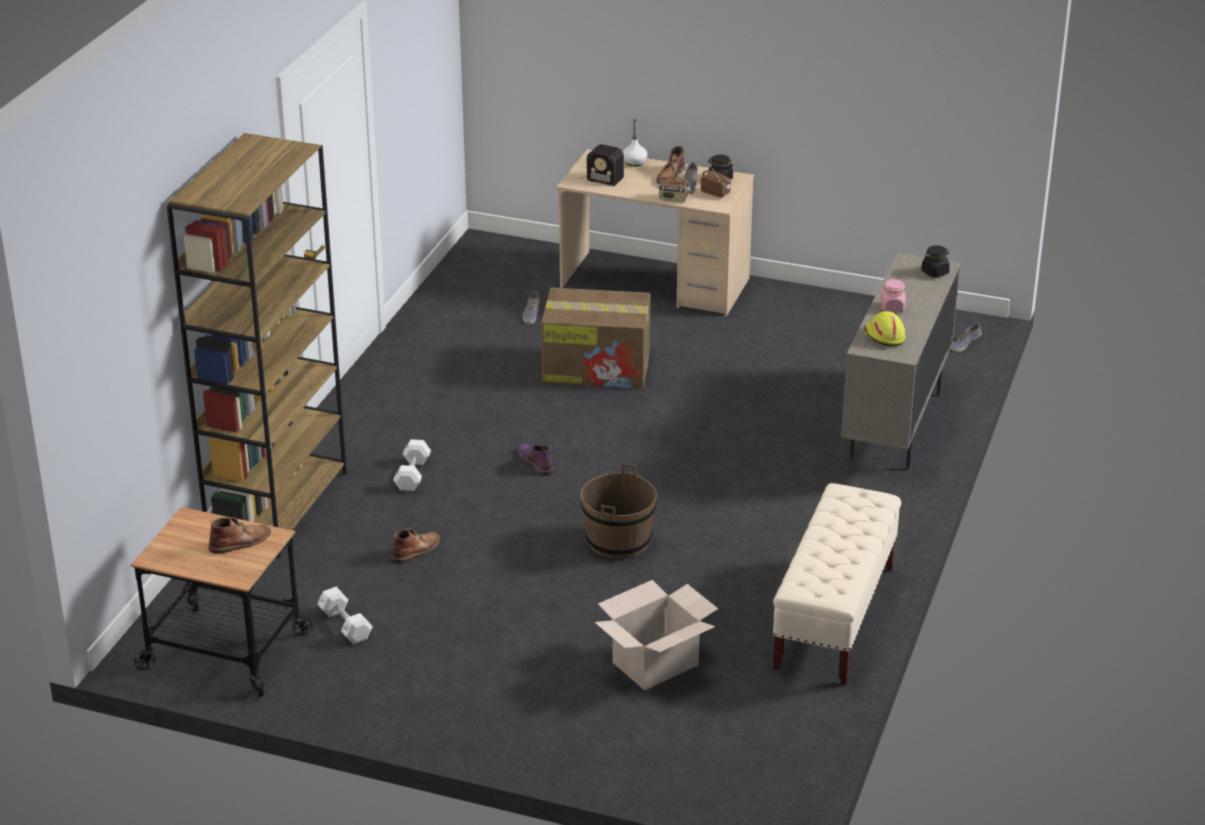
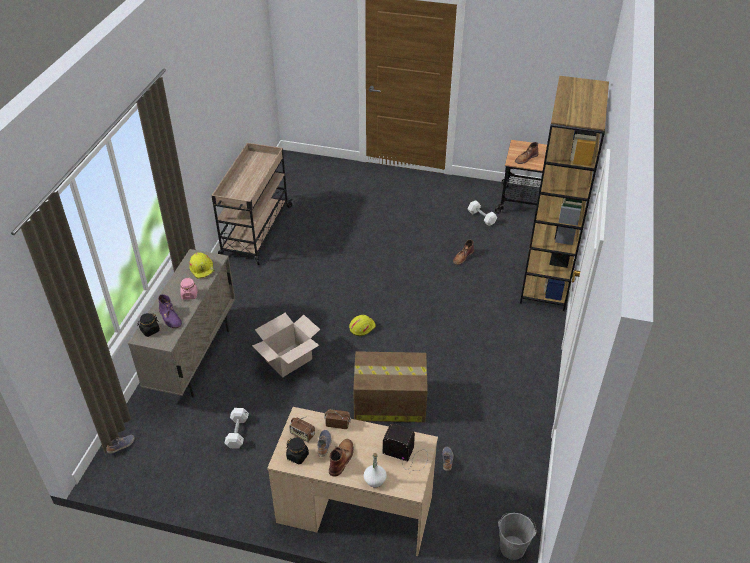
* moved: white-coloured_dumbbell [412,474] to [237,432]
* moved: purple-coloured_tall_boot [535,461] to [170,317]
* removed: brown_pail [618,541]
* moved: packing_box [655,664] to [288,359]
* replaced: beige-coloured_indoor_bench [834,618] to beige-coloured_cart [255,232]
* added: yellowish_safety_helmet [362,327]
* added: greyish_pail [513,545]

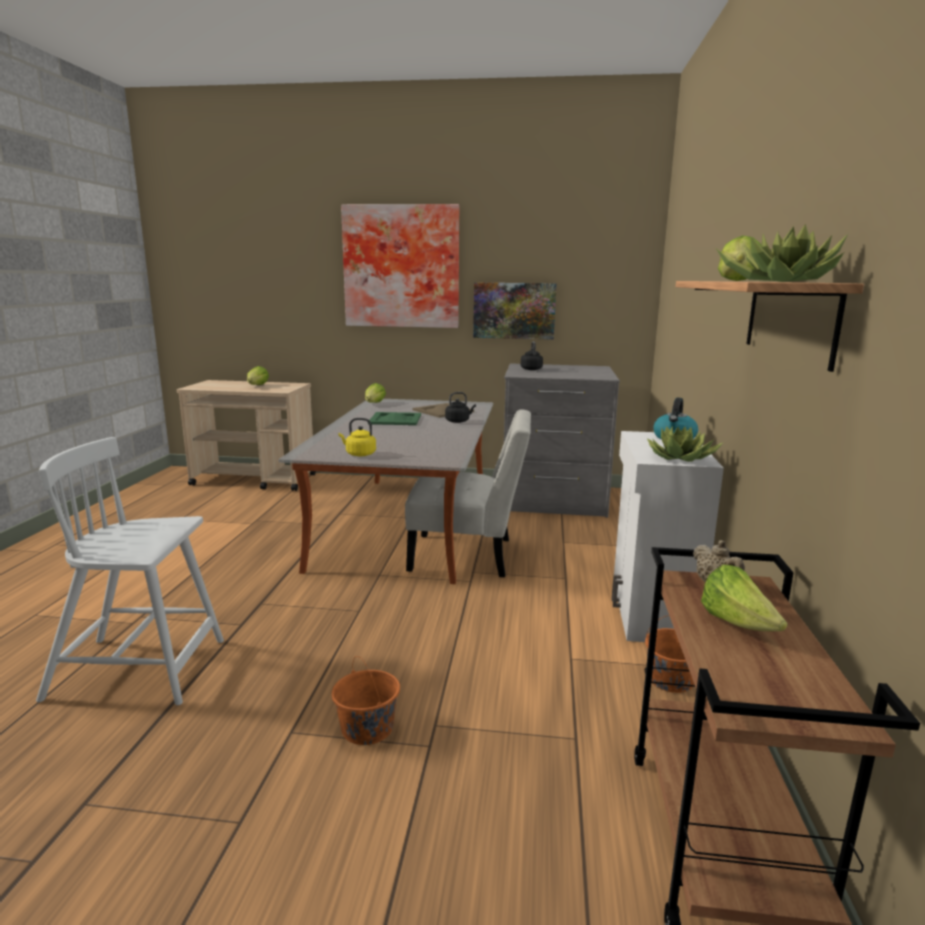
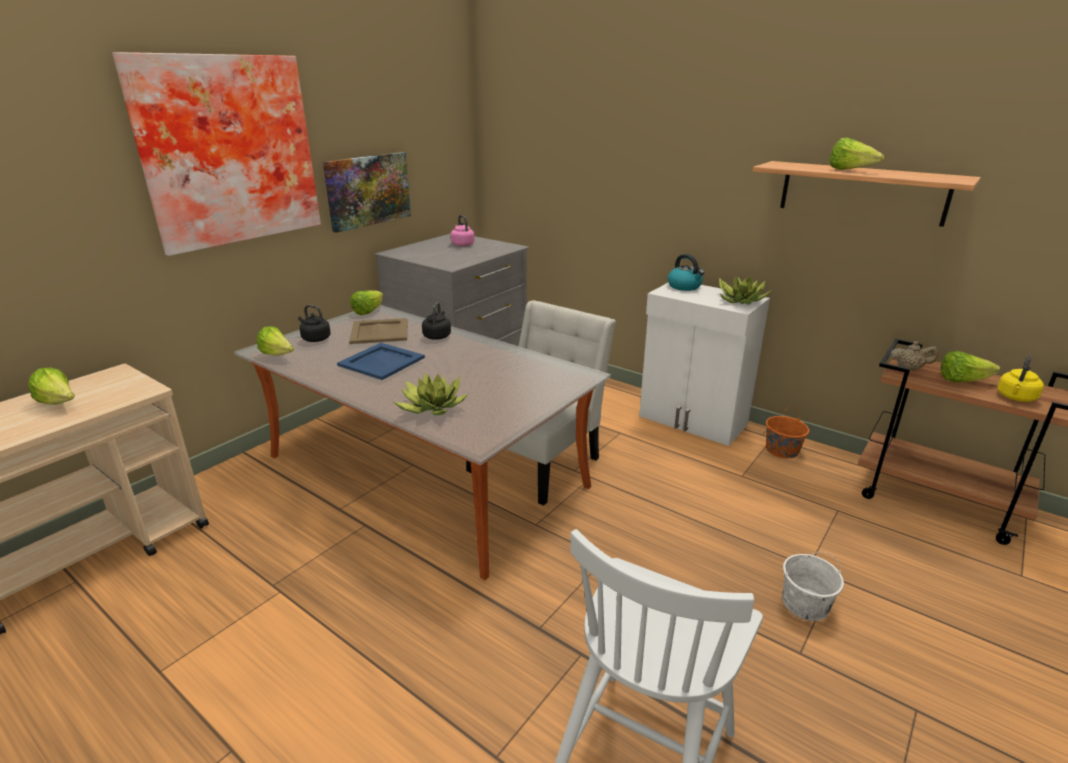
* recoloured: orange-coloured_pail [367,728] to white-coloured_pail [805,604]
* moved: yellowish_tea_kettle [359,454] to [1015,398]
* recoloured: greenish_carrying_tray [395,419] to bluish_carrying_tray [382,361]
* moved: blackish_tea_kettle [531,369] to [315,339]
* moved: potted_plant [780,281] to [431,407]
* added: lettuce [368,311]
* added: pink_tea_kettle [462,244]

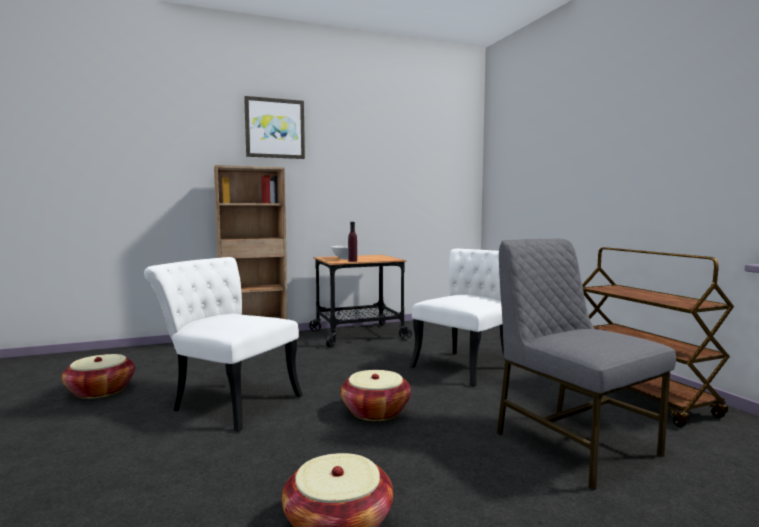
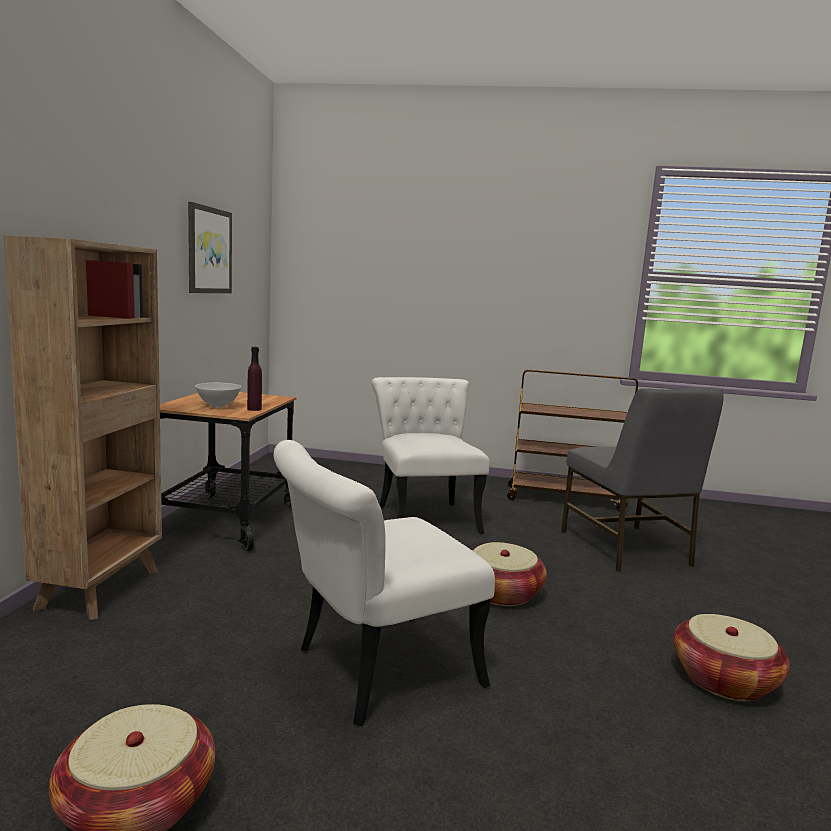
* moved: wall_picture [275,128] to [208,250]
* turned: greyish_upright_chair [572,443] = [627,548] 105 degrees counterclockwise

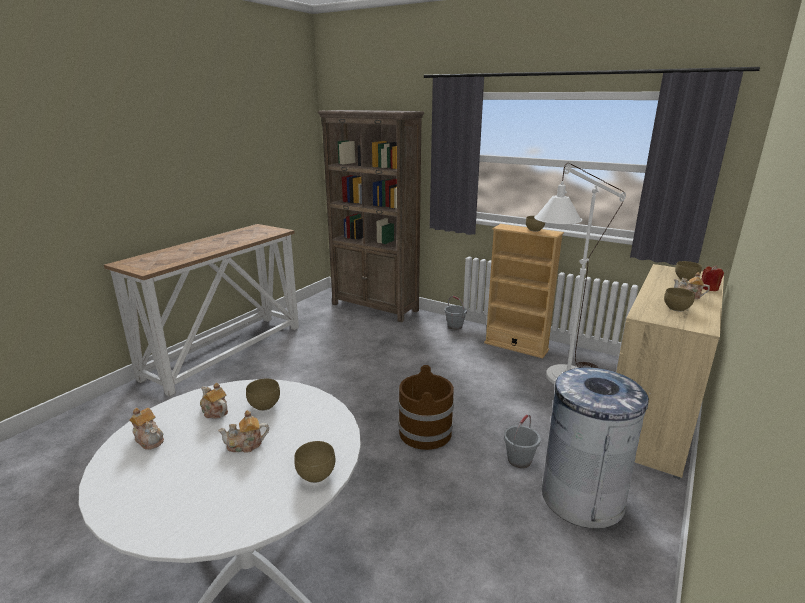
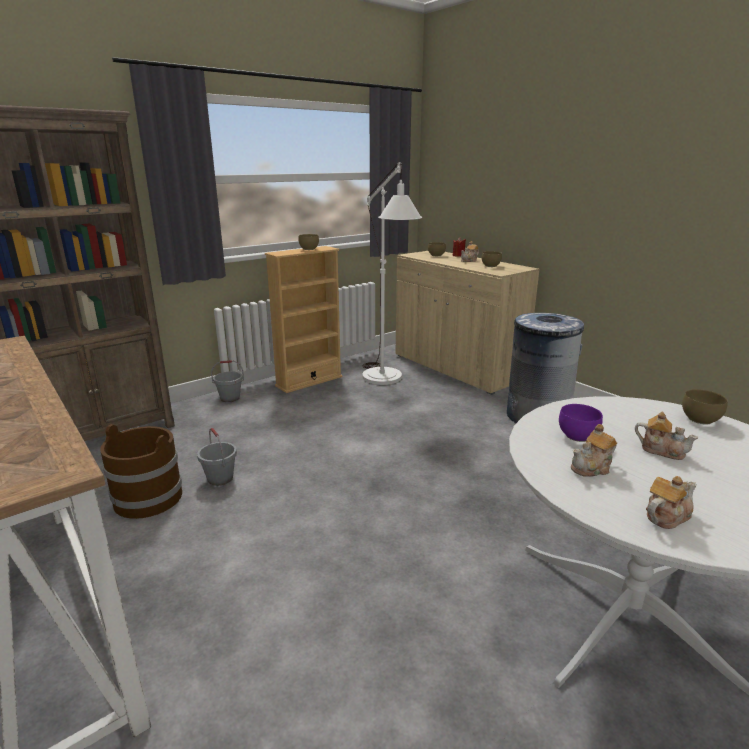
* turned: pot_for_tea [245,445] = [661,450] 60 degrees counterclockwise
* recoloured: brown_deep_dish [264,406] to purple-coloured_deep_dish [579,437]
* moved: brown_pail [425,432] to [147,498]
* moved: greyish_pail [519,460] to [220,478]

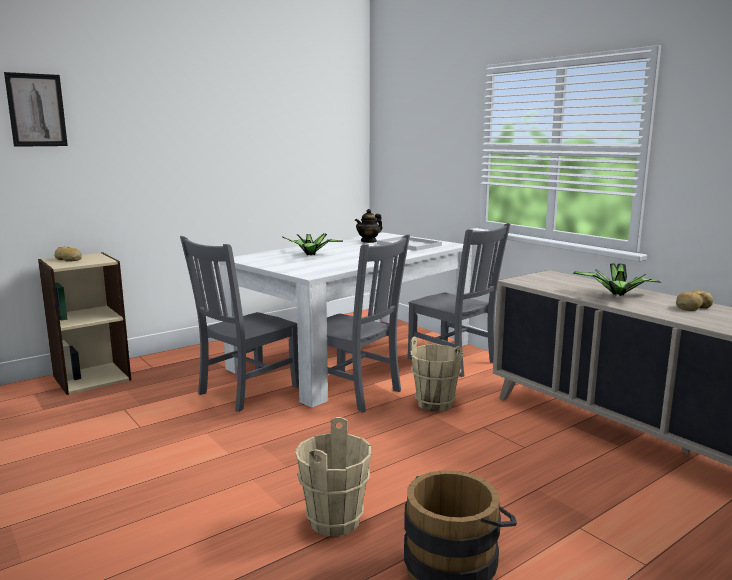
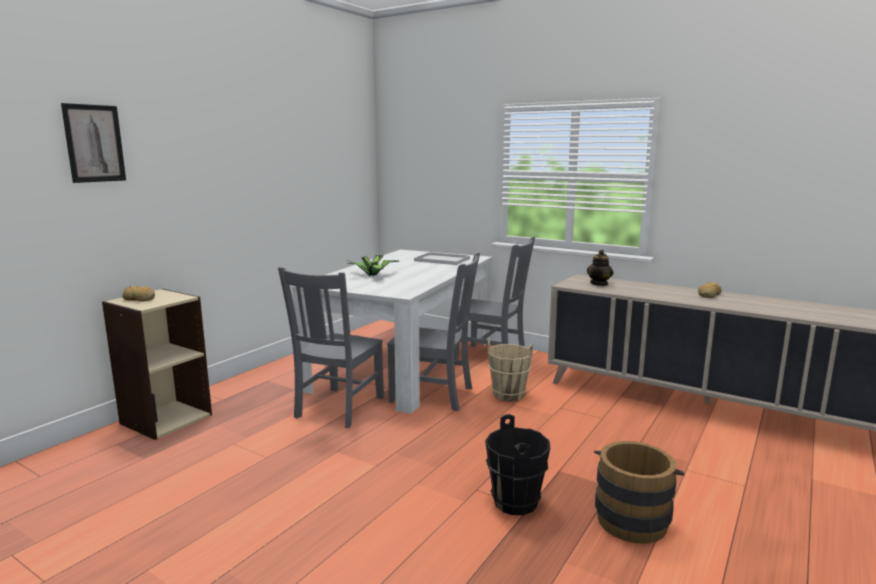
* recoloured: beige-coloured_pail [335,520] to blackish_pail [516,502]
* moved: pot_for_tea [369,241] to [599,284]
* removed: potted_plant [617,295]

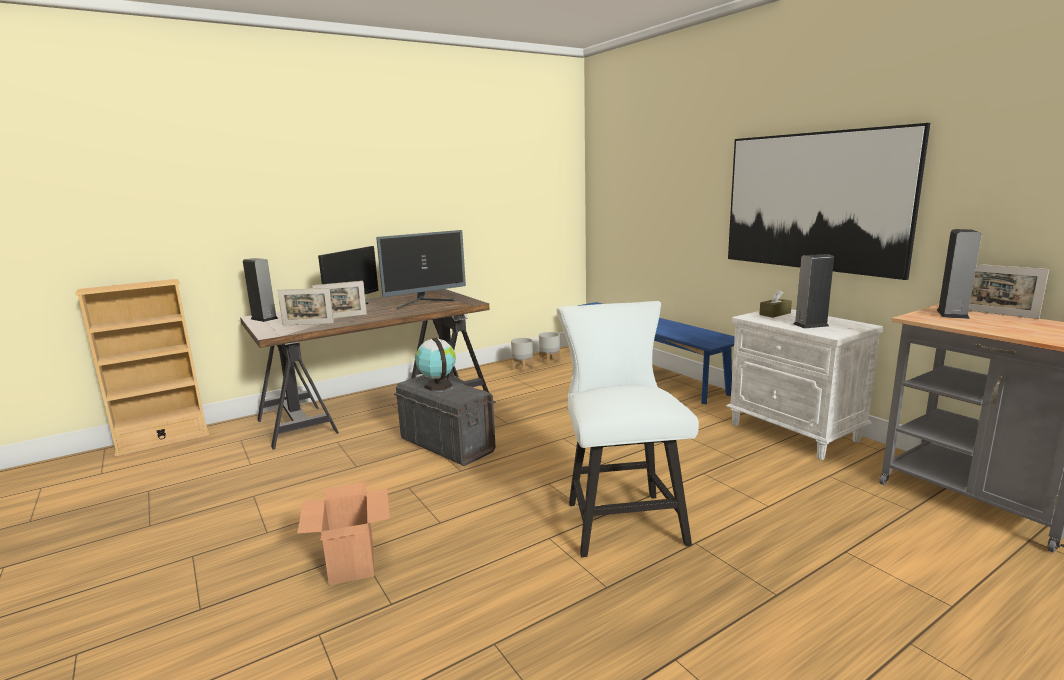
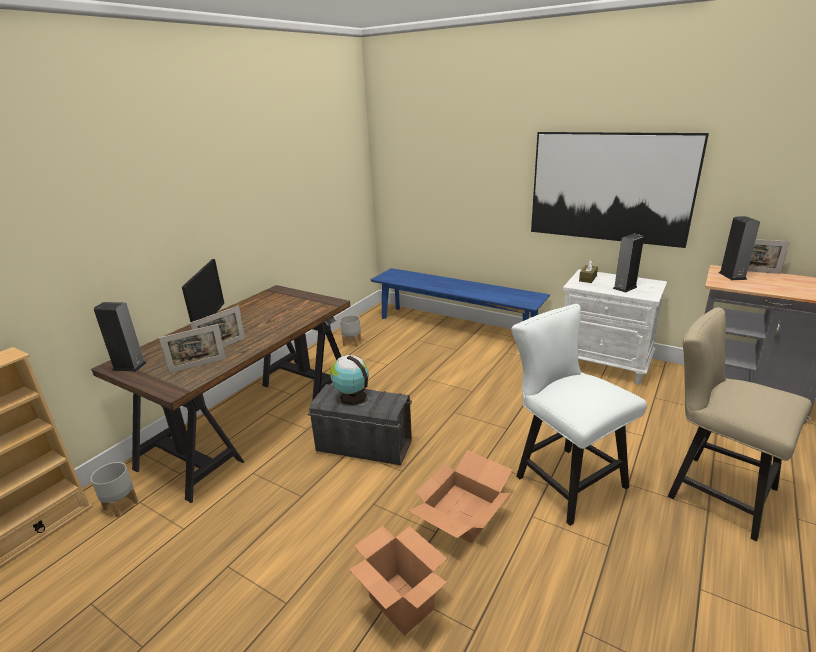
* removed: monitor [425,302]
* moved: greyish_planter [549,361] to [120,506]
* added: packing_box [462,511]
* added: beige-coloured_upright_chair [713,490]

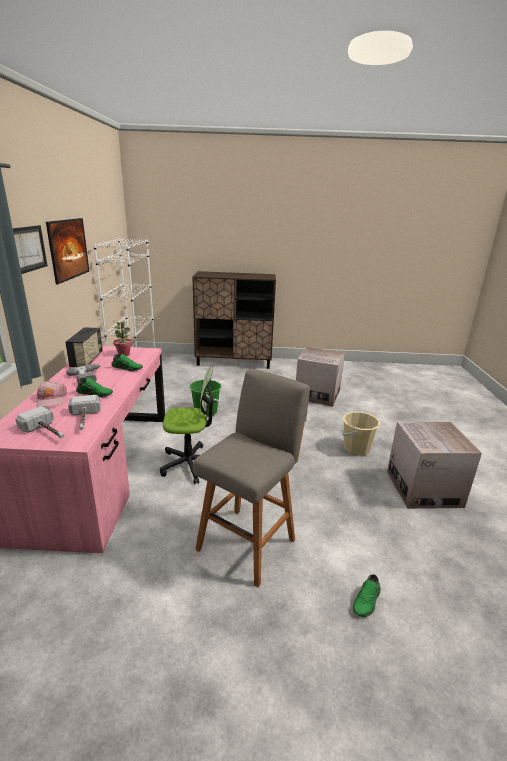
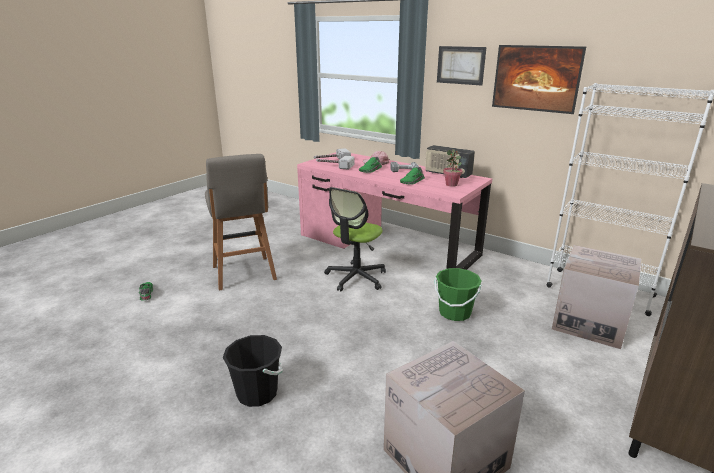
* recoloured: beige-coloured_pail [356,449] to blackish_pail [257,393]
* moved: packing_box [423,489] to [589,323]

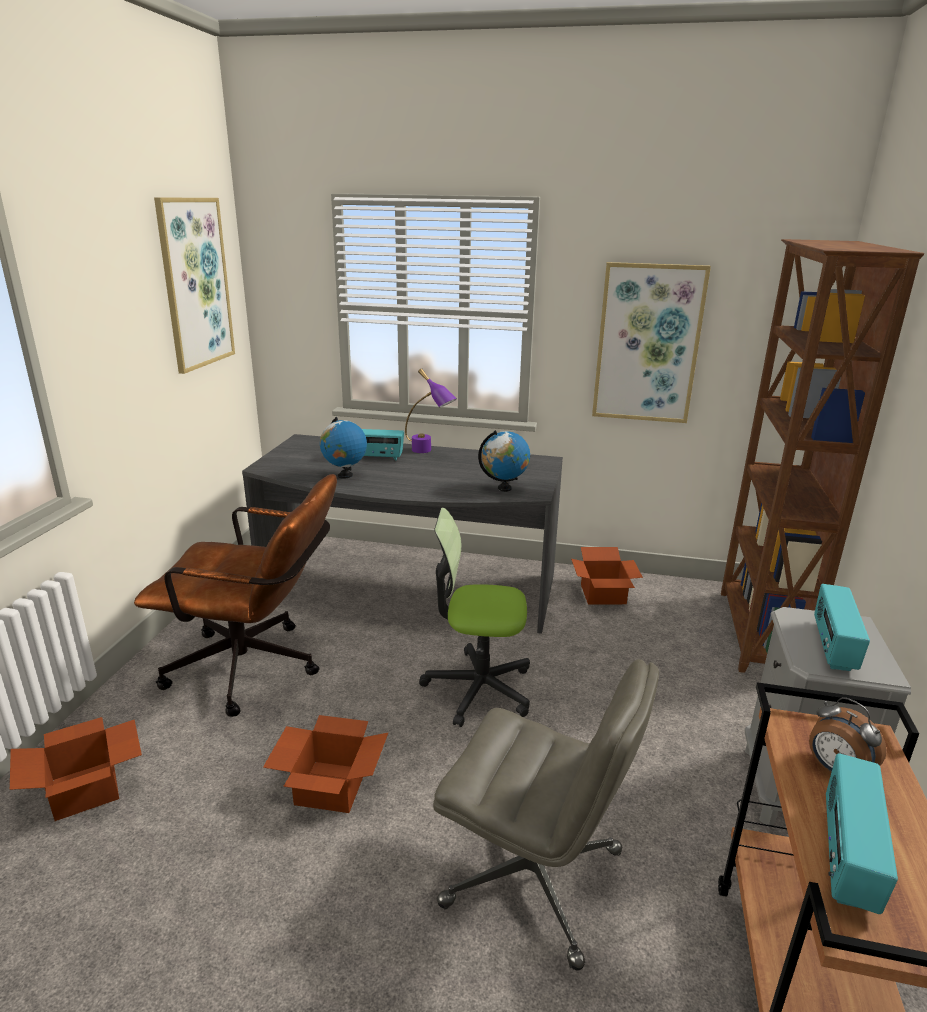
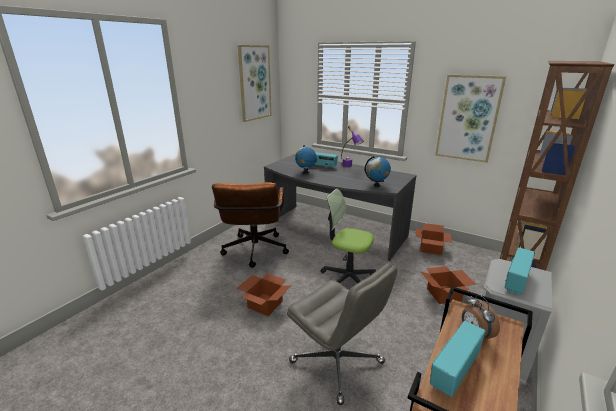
* moved: packing_box [88,790] to [445,295]
* turned: brown_desk_chair [256,669] = [254,252] 60 degrees clockwise

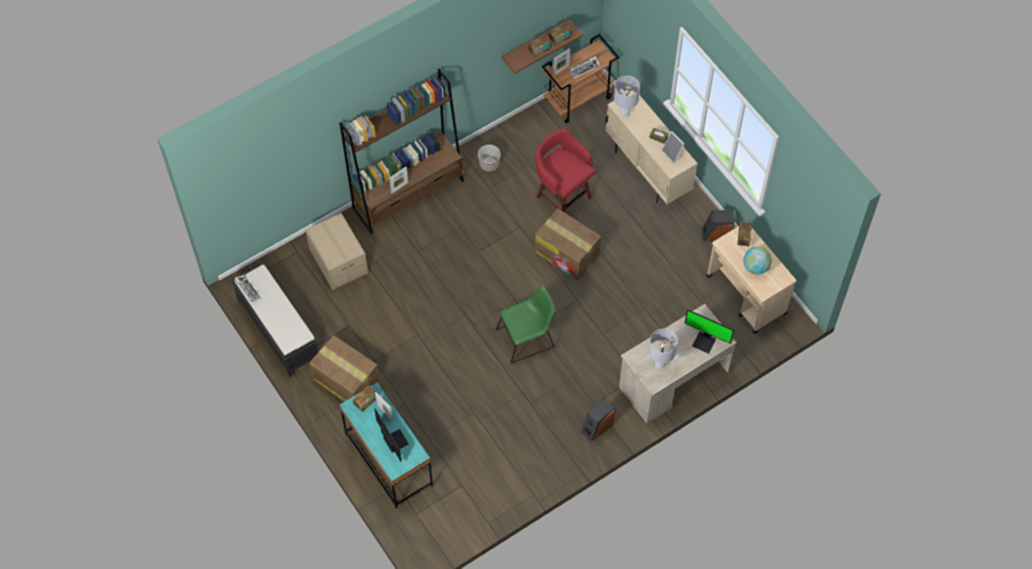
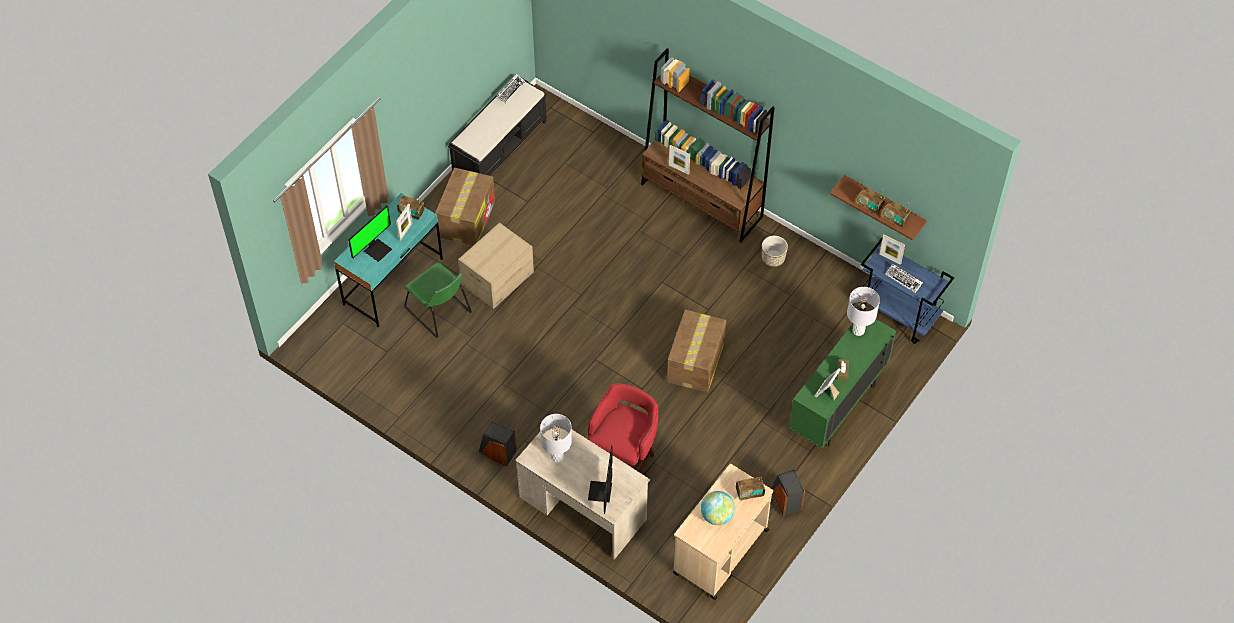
* moved: packing_box [338,261] to [497,278]
* moved: greenish_upright_chair [527,338] to [440,312]
* moved: red-coloured_sitting_stool [562,196] to [623,461]
* recoloured: brown_cart [578,98] to bluish_cart [898,314]
* recoloured: beige-coloured_cabinet [647,171] to greenish_cabinet [837,407]

